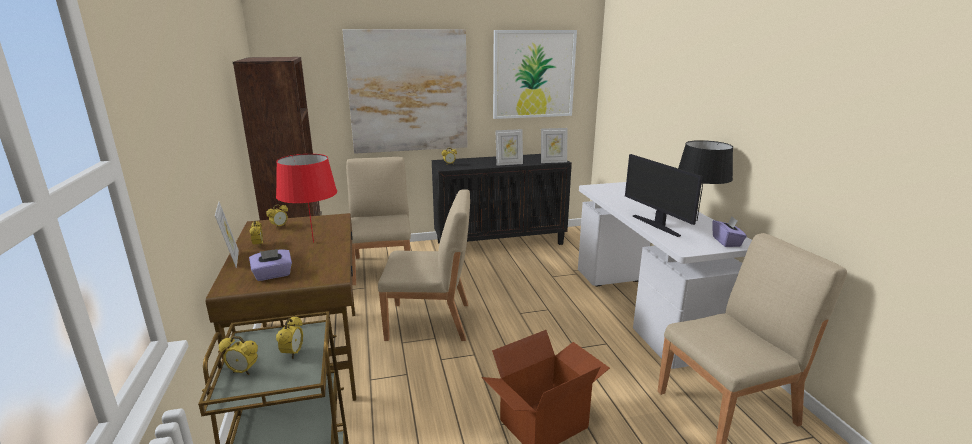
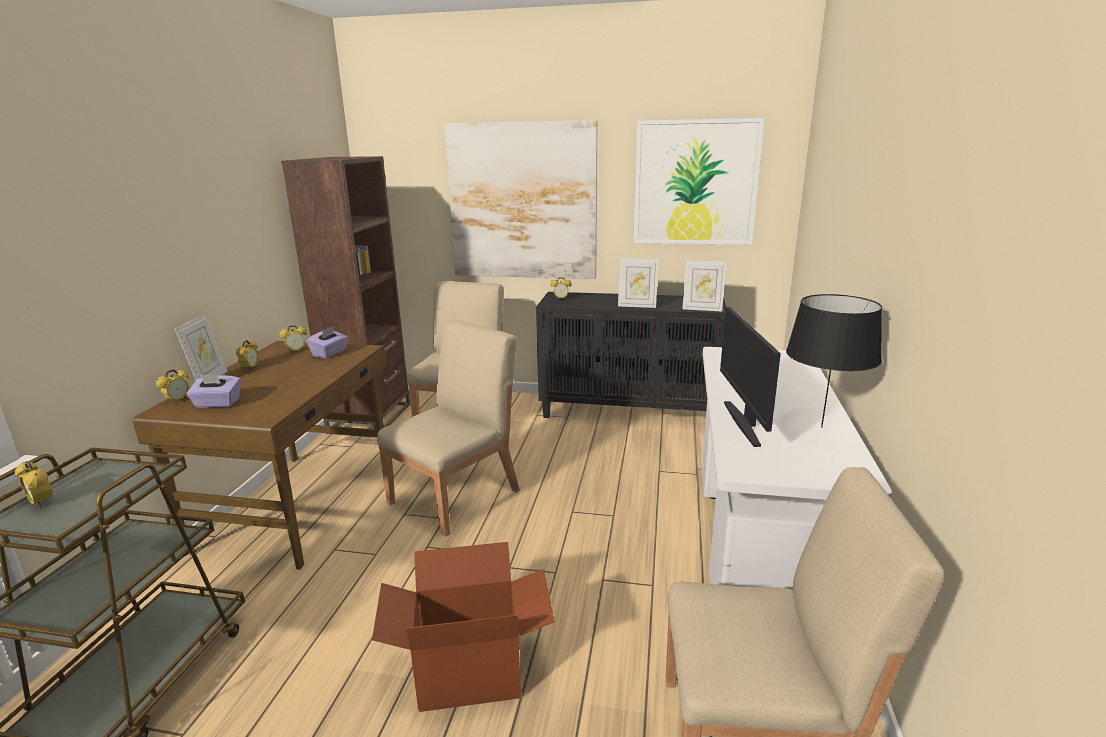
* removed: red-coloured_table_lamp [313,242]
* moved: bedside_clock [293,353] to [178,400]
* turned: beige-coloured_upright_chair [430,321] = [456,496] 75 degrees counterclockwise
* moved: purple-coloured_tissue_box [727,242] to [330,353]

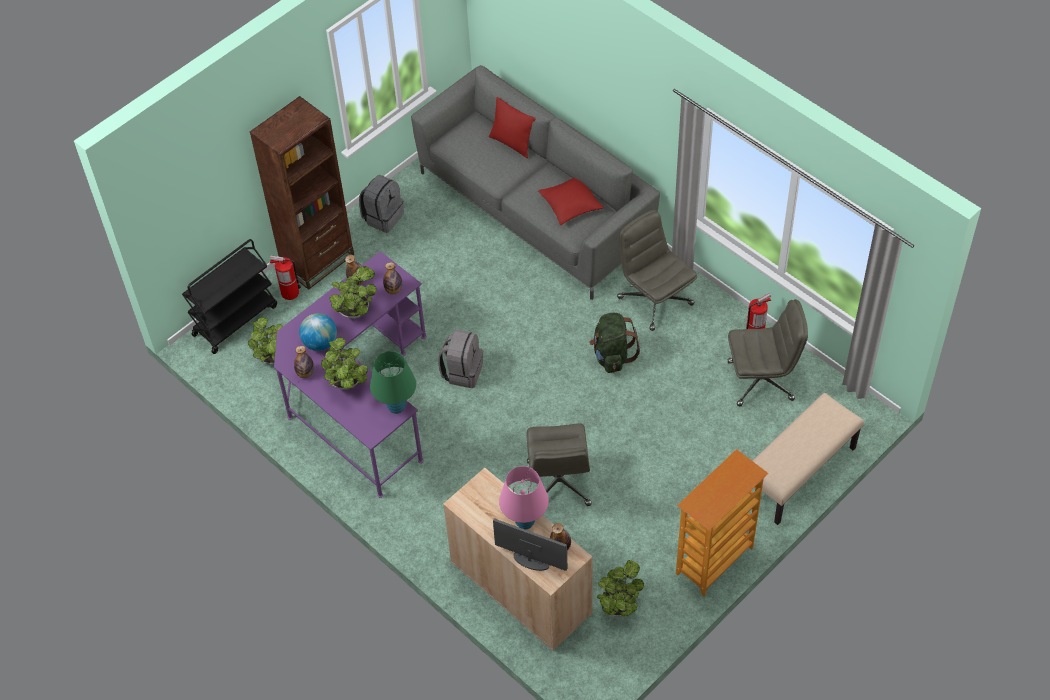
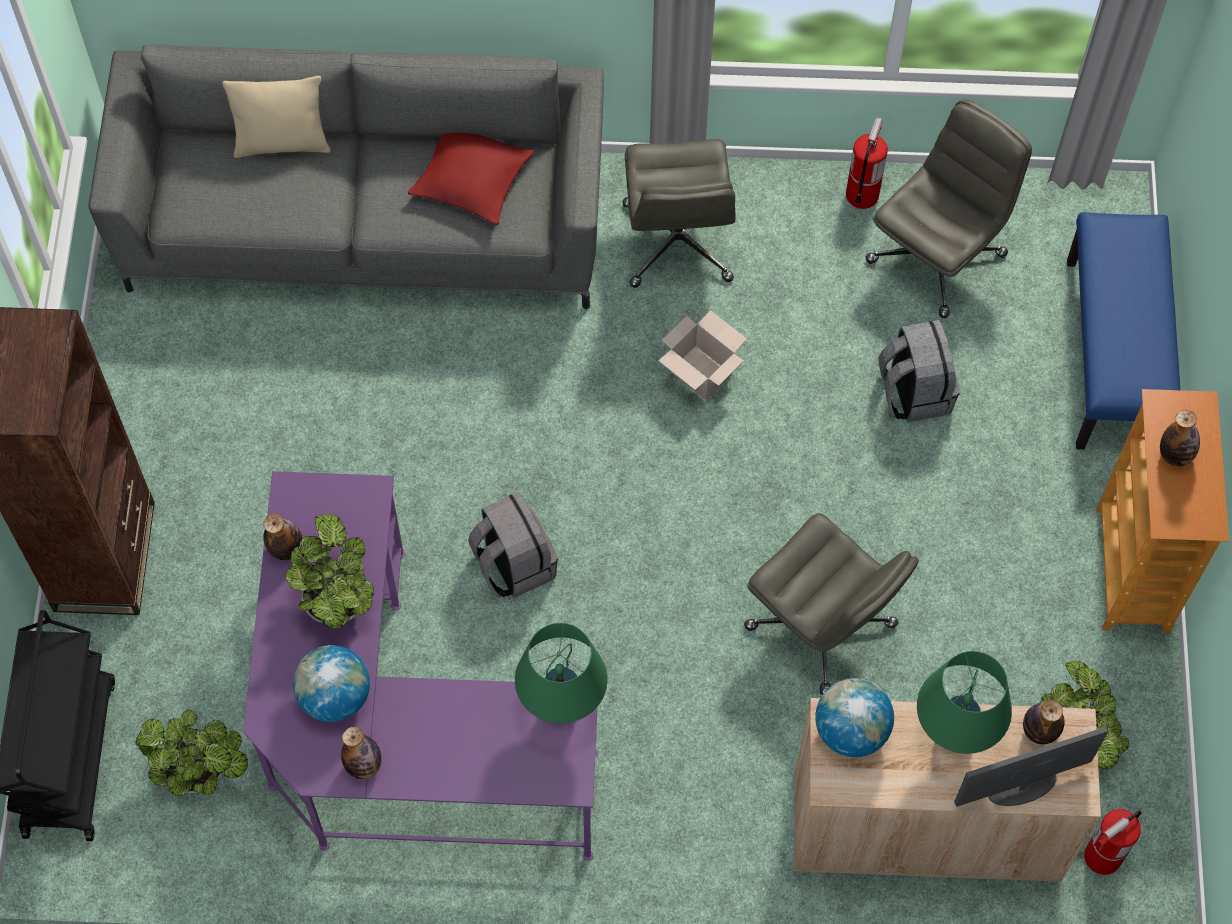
* moved: fire-fighting_cylinder [289,293] to [1102,857]
* removed: potted_plant [347,384]
* moved: greyish_backpack [383,217] to [913,391]
* moved: drink_bottle [393,290] to [1175,455]
* recoloured: red-coloured_throw_pillow [512,143] to beige-coloured_throw_pillow [282,143]
* recoloured: pink_table_lamp [525,522] to greenish_table_lamp [953,735]
* replaced: greenish_backpack [612,355] to packing_box [702,373]
* turned: greyish_desk_chair [654,300] = [678,243] 105 degrees counterclockwise
* recoloured: beige-coloured_indoor_bench [799,473] to bluish_indoor_bench [1113,355]
* added: globe [850,730]

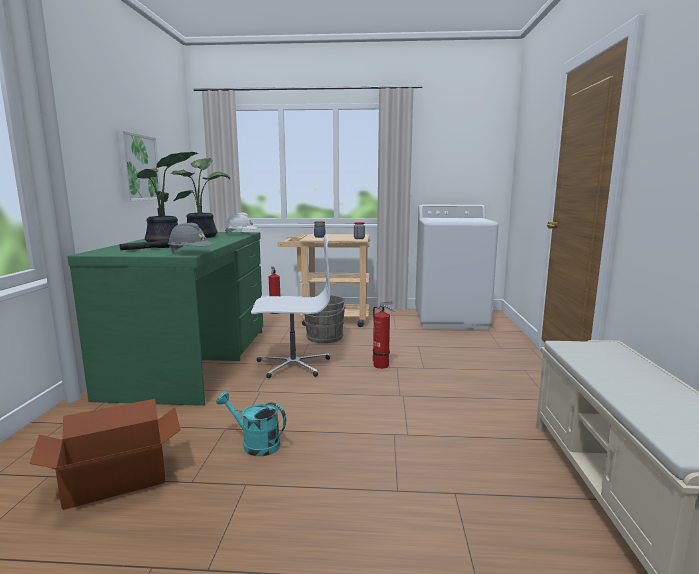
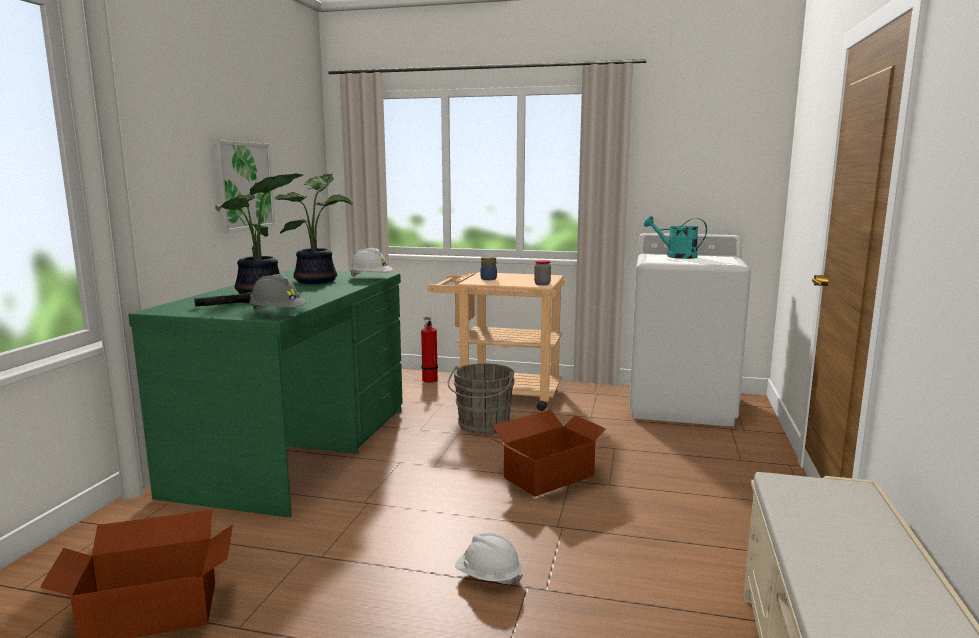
* moved: turquoise_watering_pot [255,444] to [676,256]
* removed: white-coloured_desk_chair [293,364]
* replaced: fire-fighting_cylinder [382,366] to packing_box [550,477]
* added: white-coloured_safety_helmet [488,577]

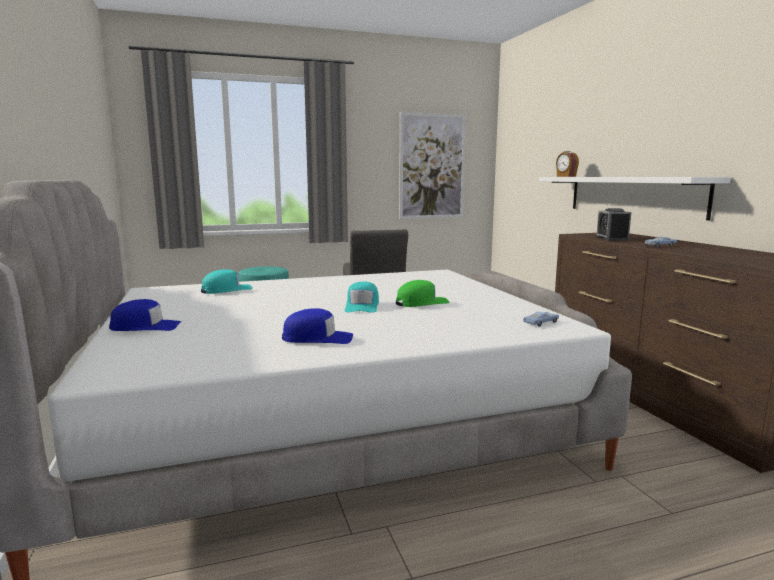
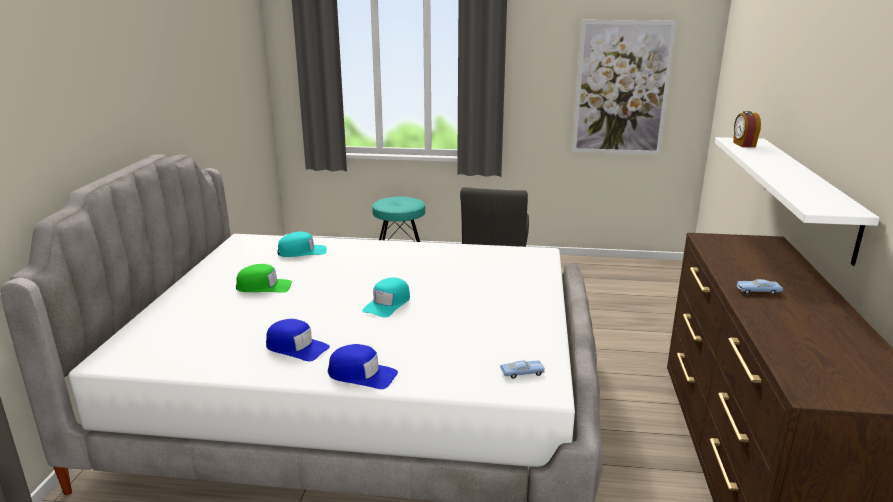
* moved: bluish_peaked_cap [146,327] to [362,374]
* moved: greenish_peaked_cap [421,303] to [264,286]
* removed: bedside_clock [612,238]

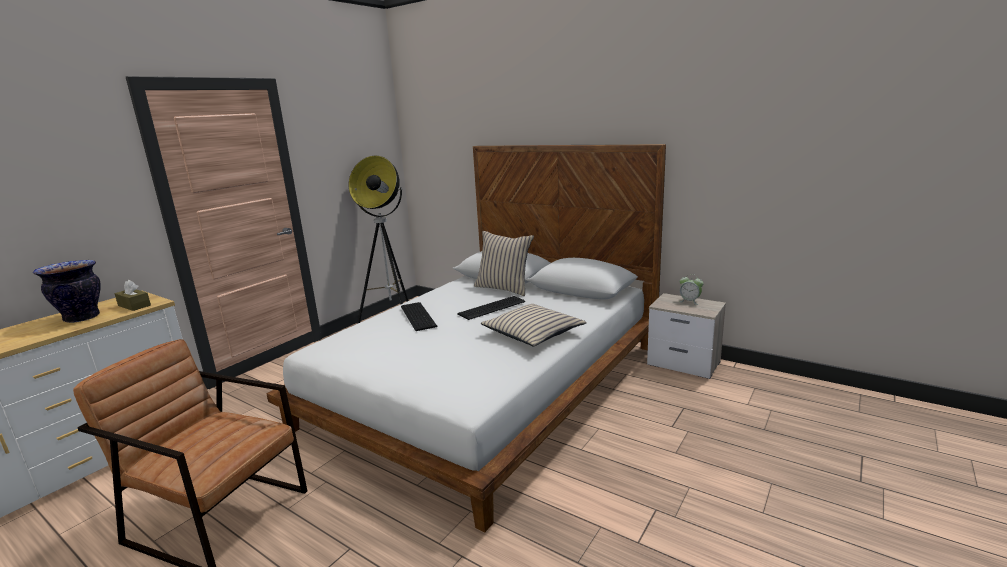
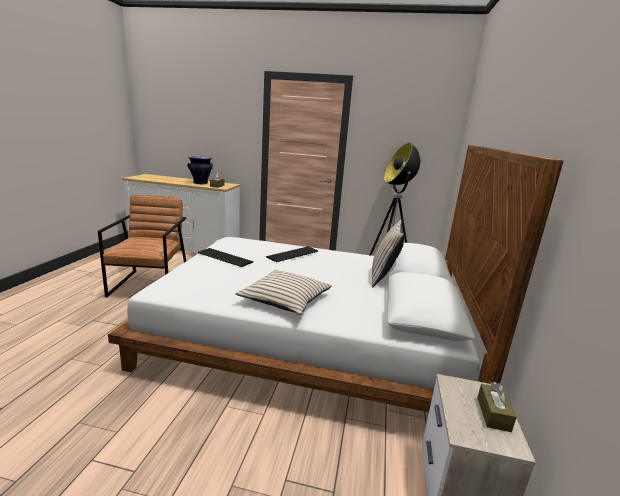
* moved: keyboard [493,308] to [225,258]
* replaced: bedside_clock [689,301] to brown_tissue_box [493,414]

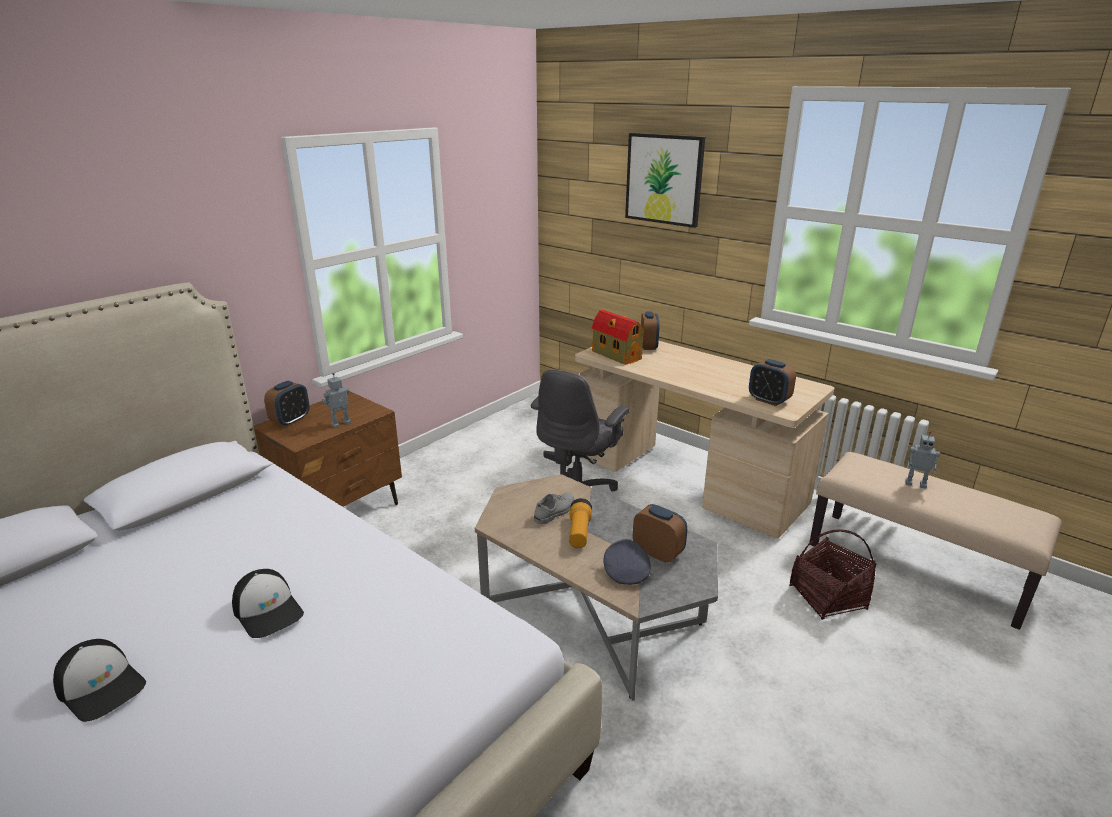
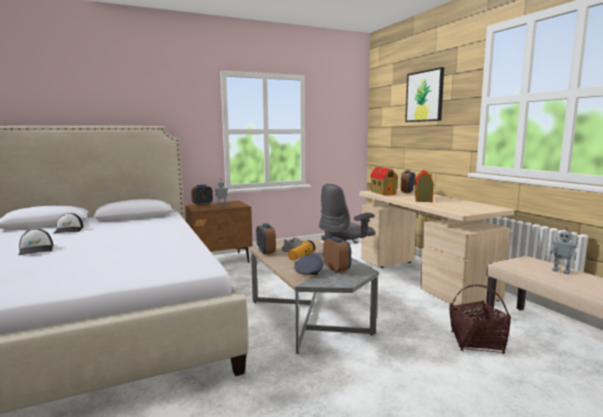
* moved: peaked_cap [268,610] to [69,230]
* moved: bedside_clock [769,400] to [266,252]
* added: miniature_house [423,199]

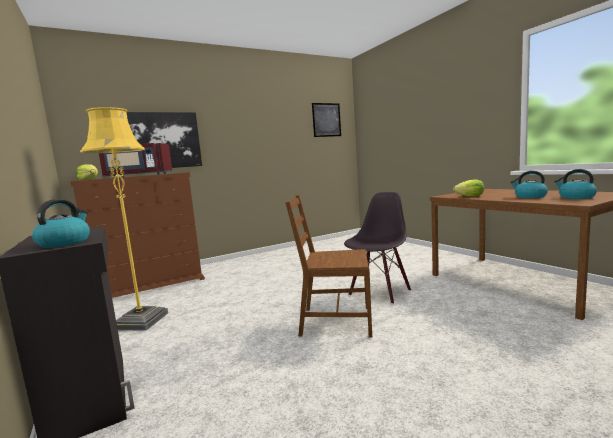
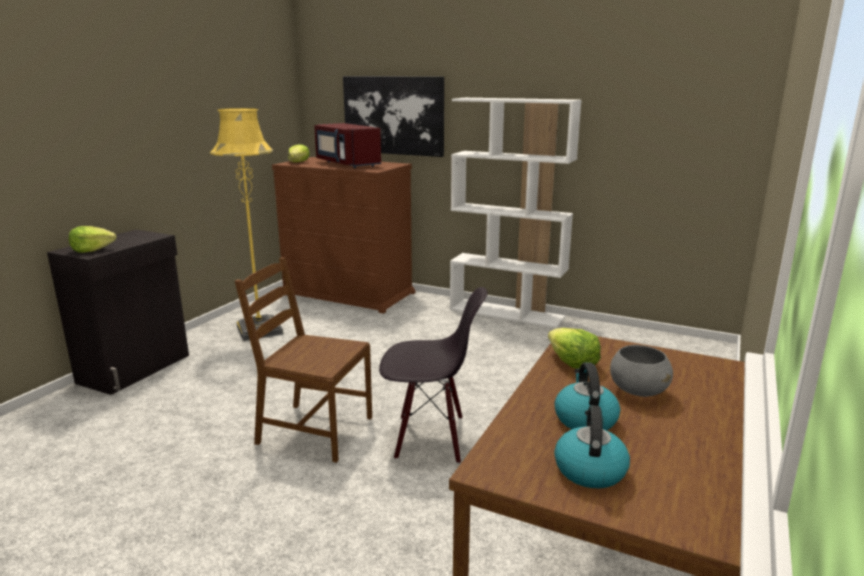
* replaced: tea_kettle [65,243] to lettuce [92,250]
* turned: brown_upright_chair [335,321] = [313,431] 45 degrees counterclockwise
* removed: wall_picture [326,120]
* added: white-coloured_bookcase [507,313]
* added: greyish_deep_dish [638,391]

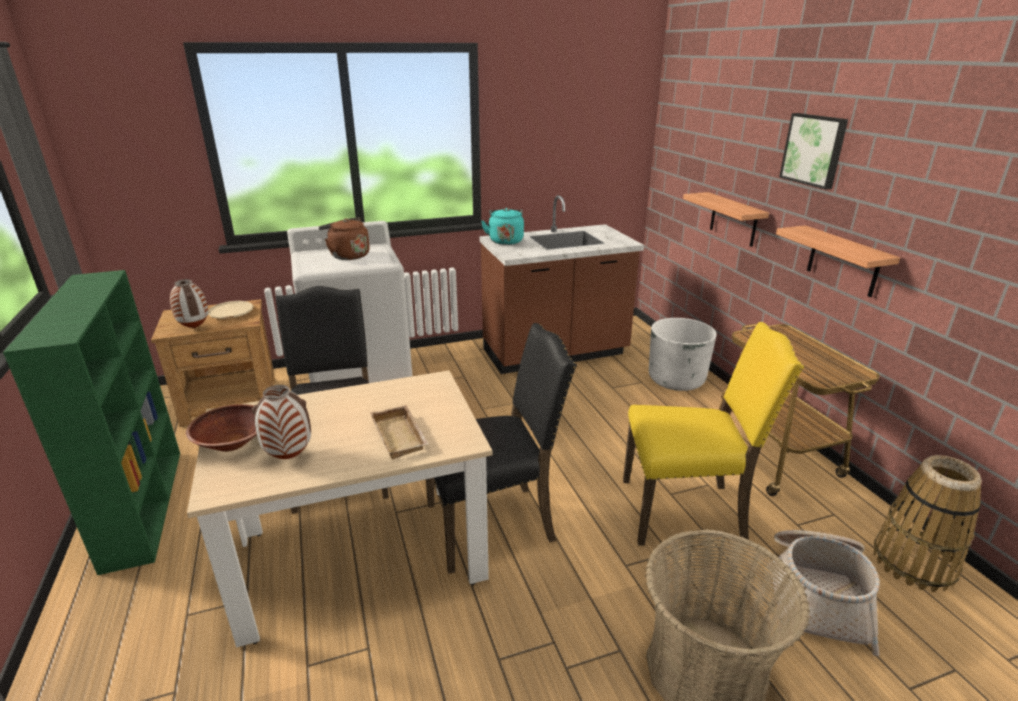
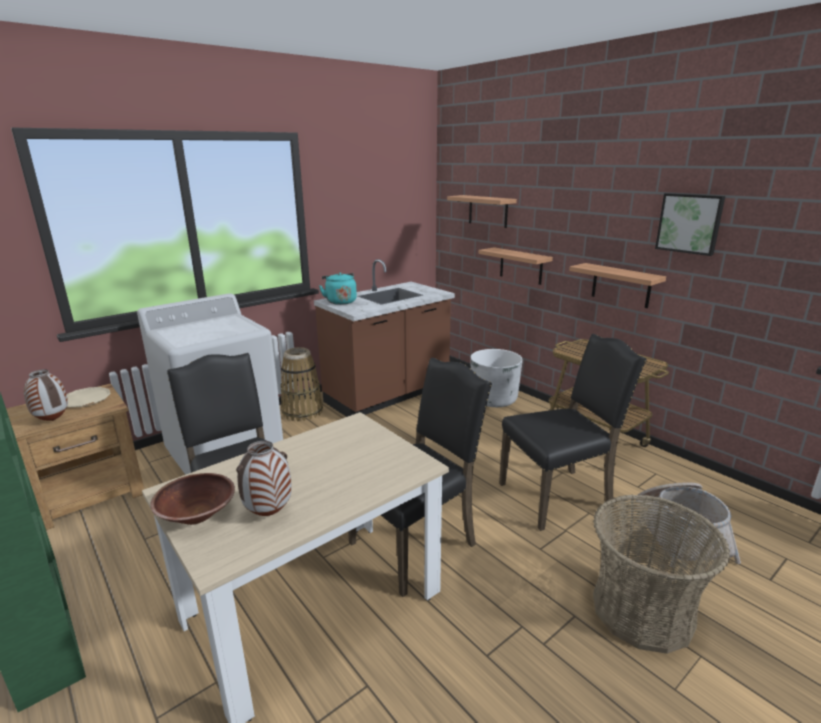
* removed: brown_tea_kettle [348,256]
* removed: beige-coloured_carrying_tray [401,436]
* recoloured: yellowish_upright_chair [685,511] to blackish_upright_chair [558,496]
* moved: wall_picture [814,150] to [689,223]
* moved: household_basket [914,563] to [302,412]
* added: bracket_shelf [488,211]

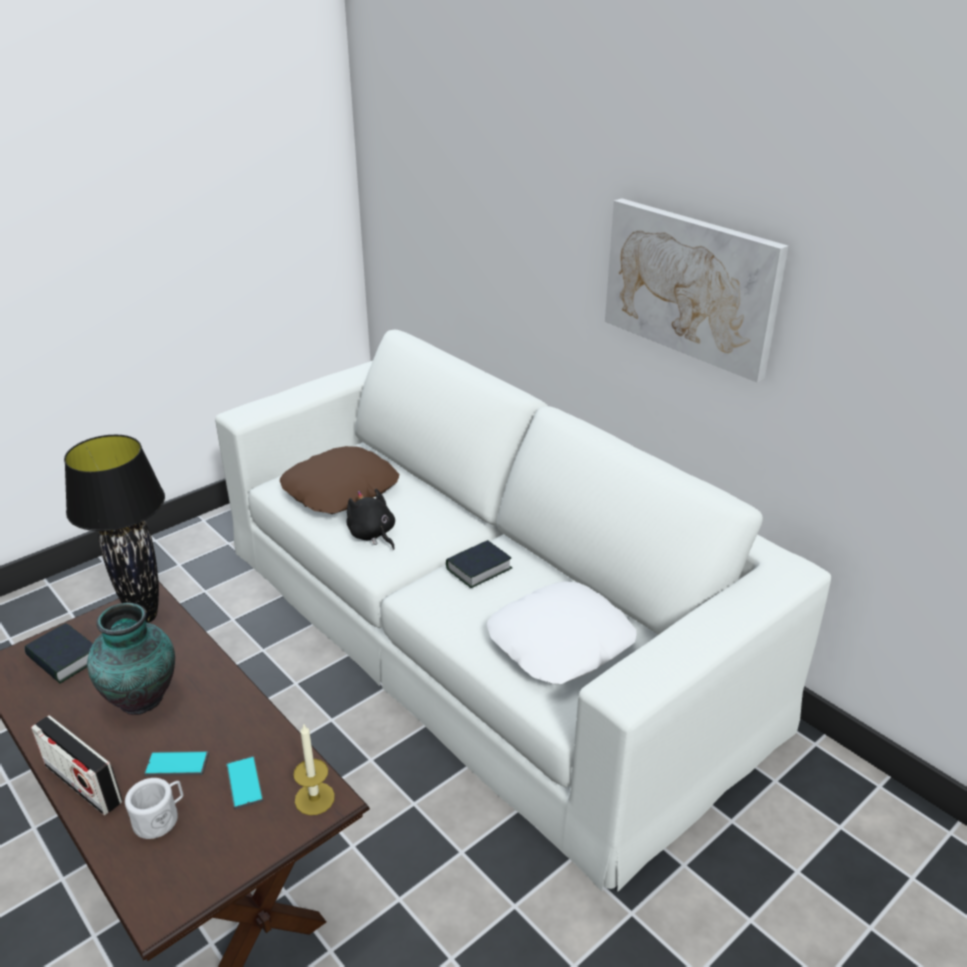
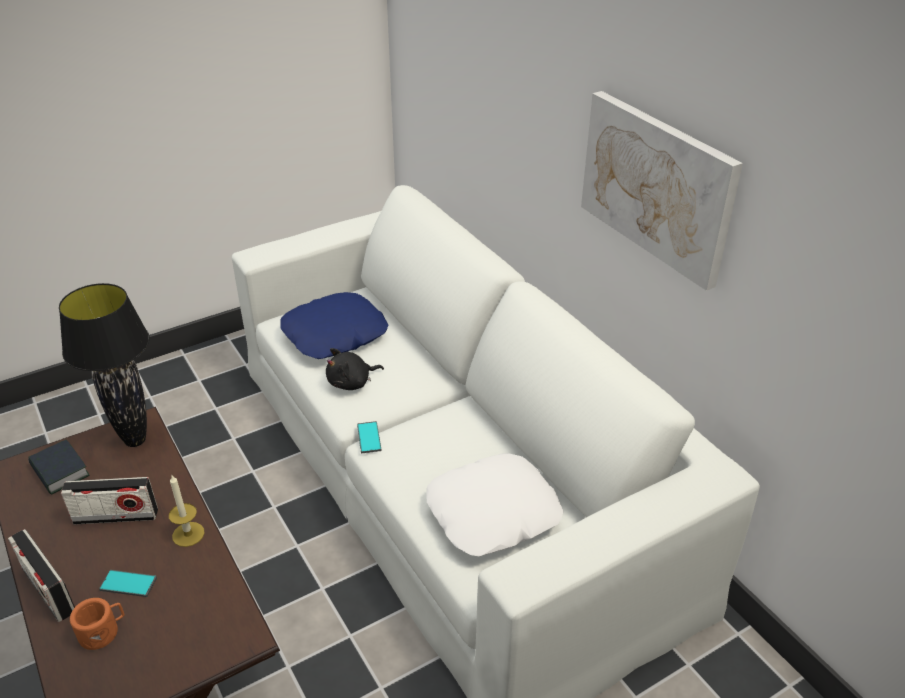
* replaced: decorative_vase [143,697] to radio_receiver [116,516]
* recoloured: white-coloured_coffee_mug [160,818] to orange-coloured_coffee_mug [103,631]
* moved: phone [244,782] to [369,437]
* recoloured: brown_throw_pillow [341,490] to bluish_throw_pillow [335,335]
* moved: wax_light [314,798] to [188,534]
* turned: blackish_cuddly_toy [372,535] = [352,382] 90 degrees counterclockwise
* removed: book [478,569]

